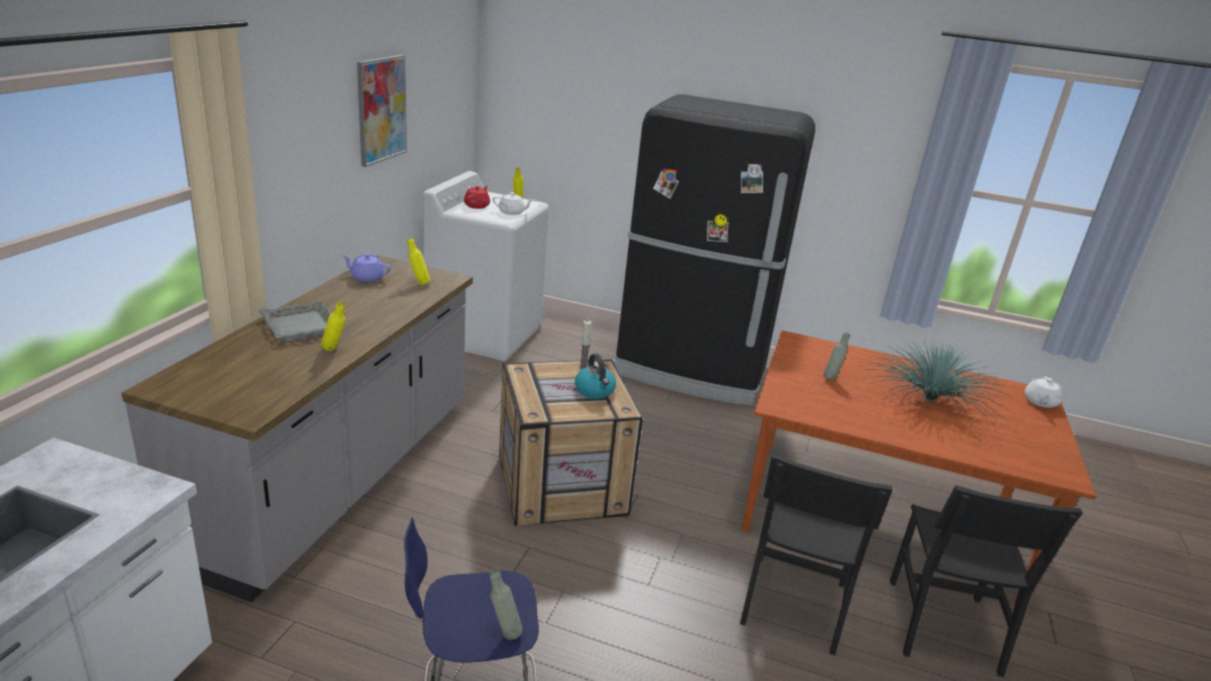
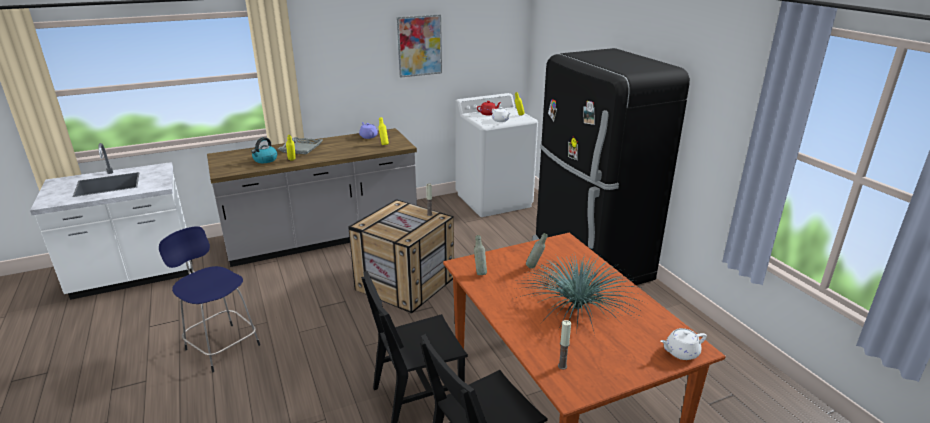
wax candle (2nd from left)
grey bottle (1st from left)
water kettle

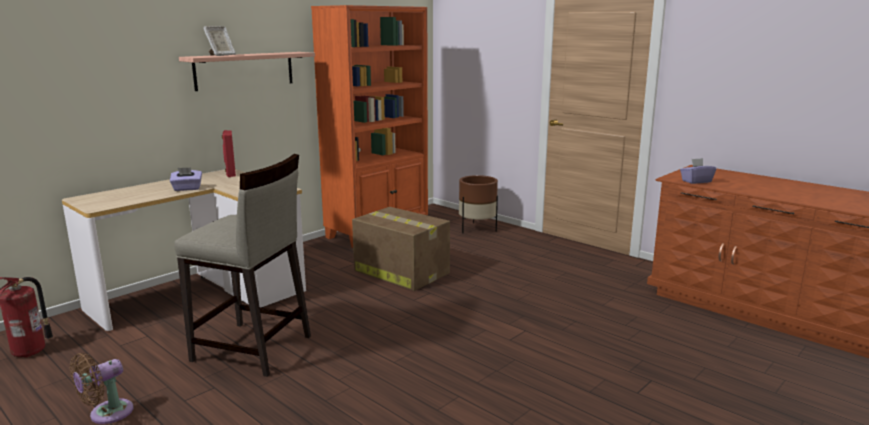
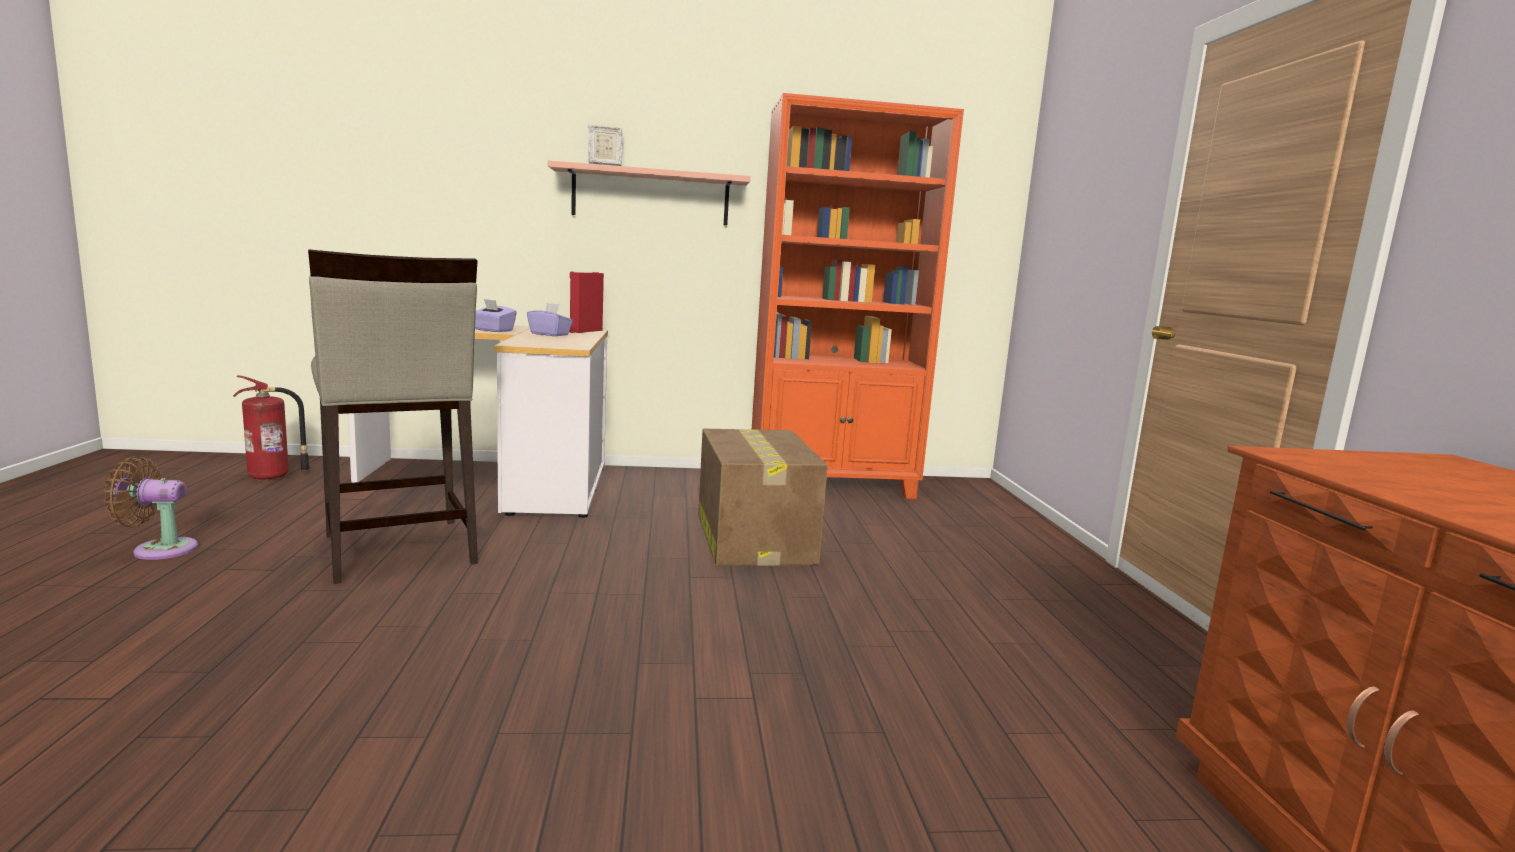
brown flower pot
purple-coloured tissue box (2nd from left)

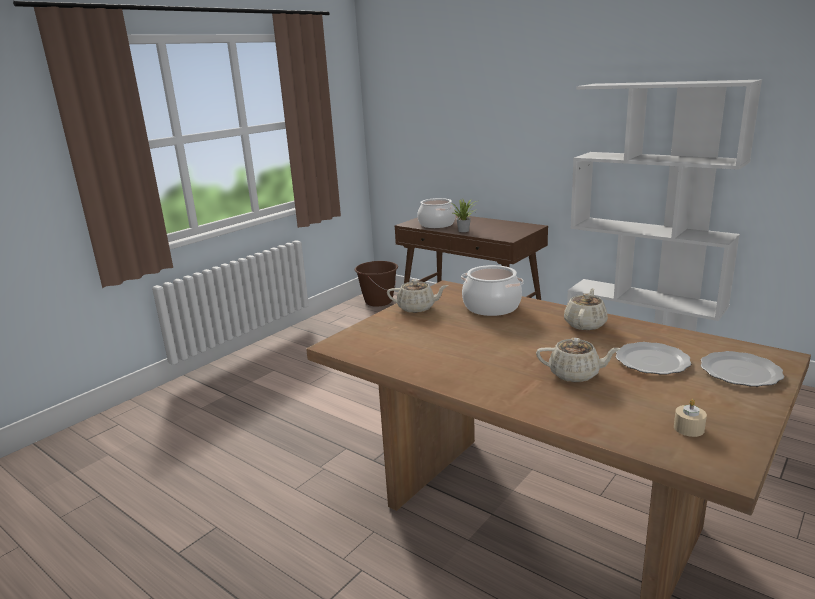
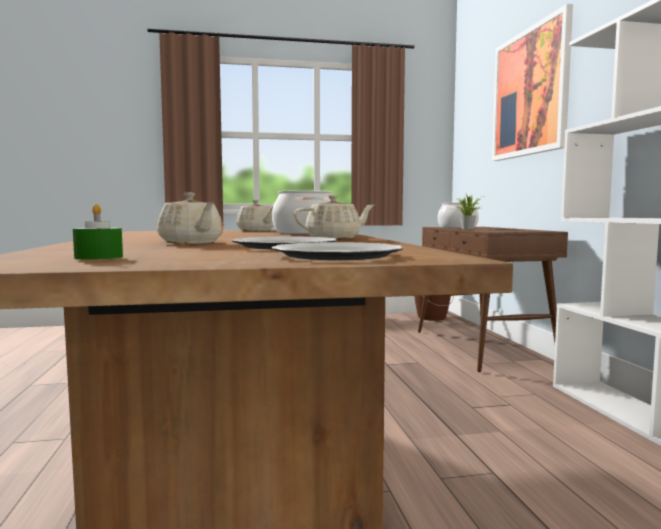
wall picture
greenish wax candle

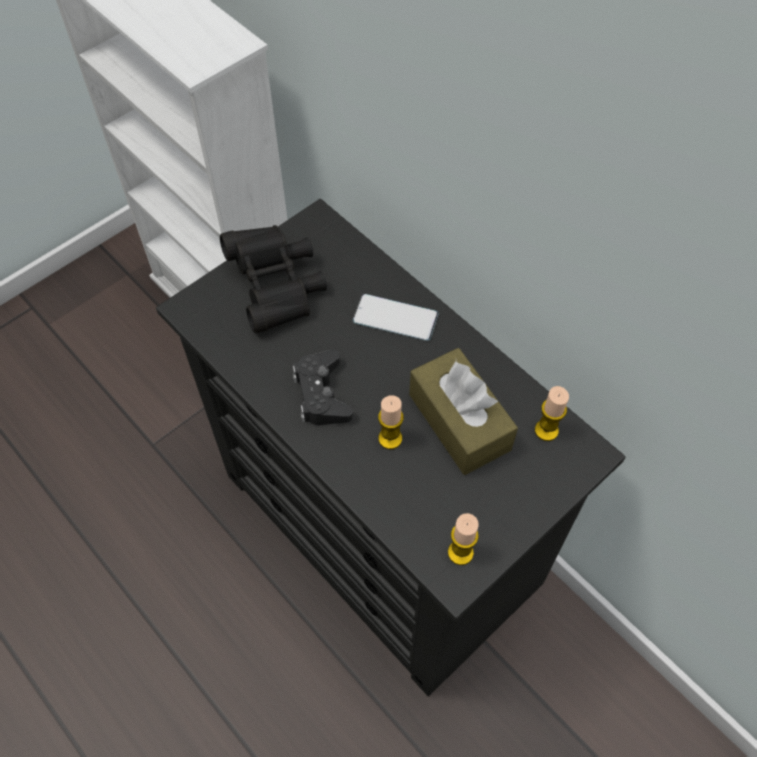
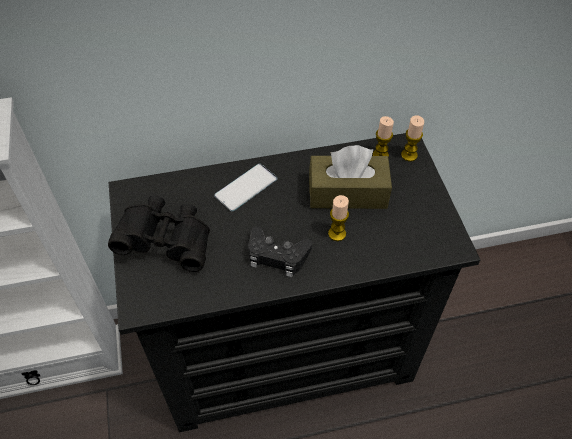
wax candle (3rd from left)

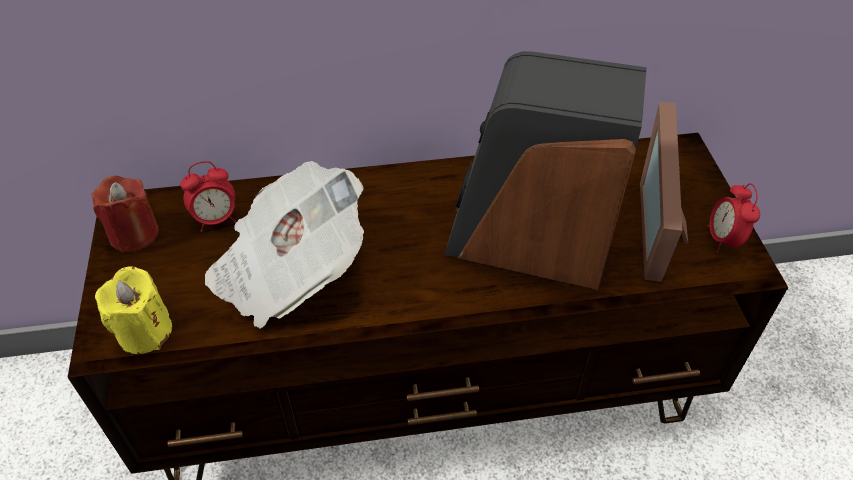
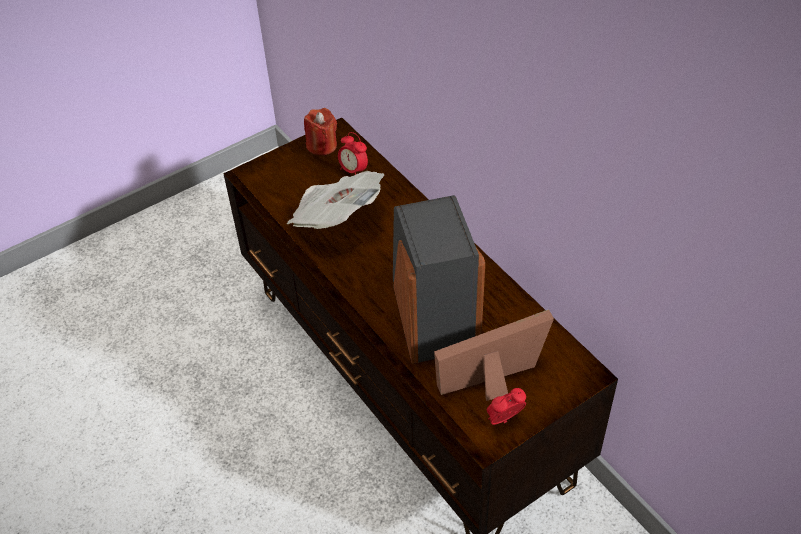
yellow-coloured wax candle

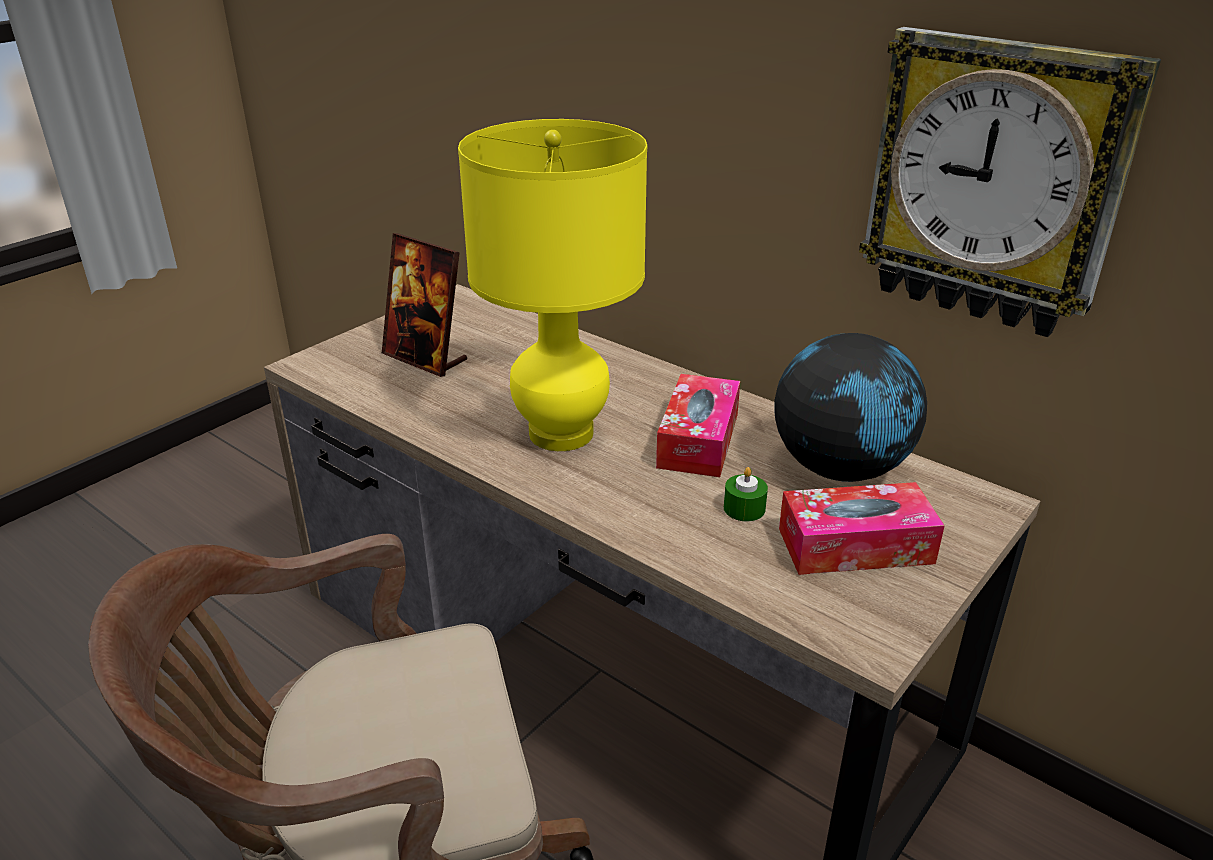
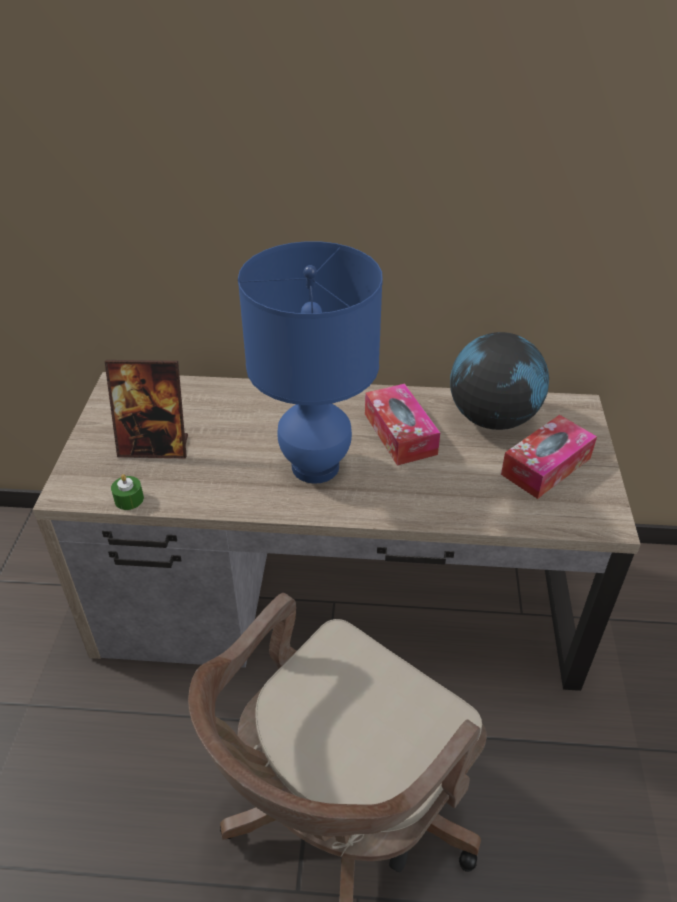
wall clock
greenish wax candle
bluish lamp for a table

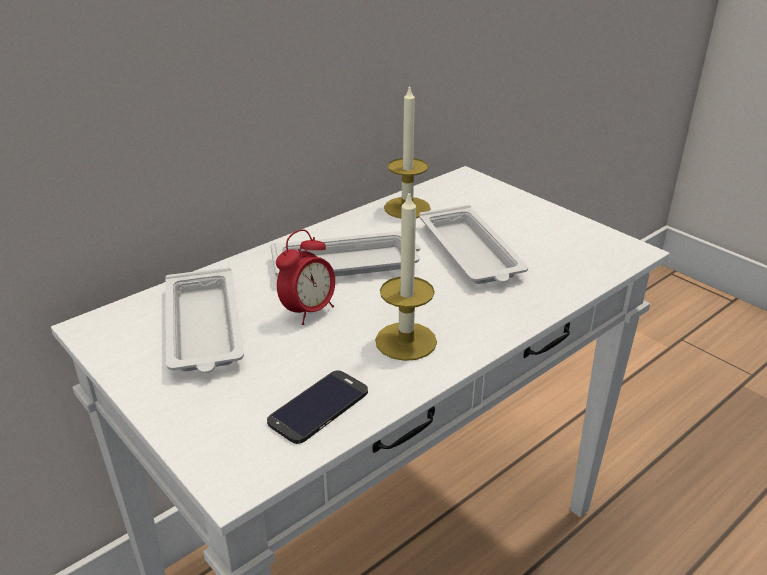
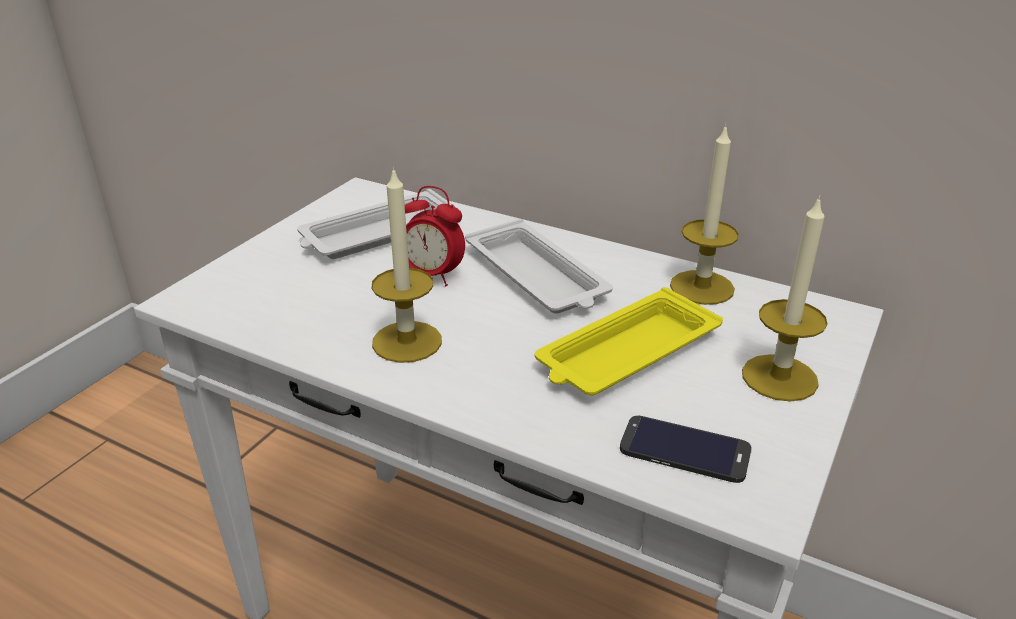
wax candle (3rd from left)
phone
yellow-coloured tray

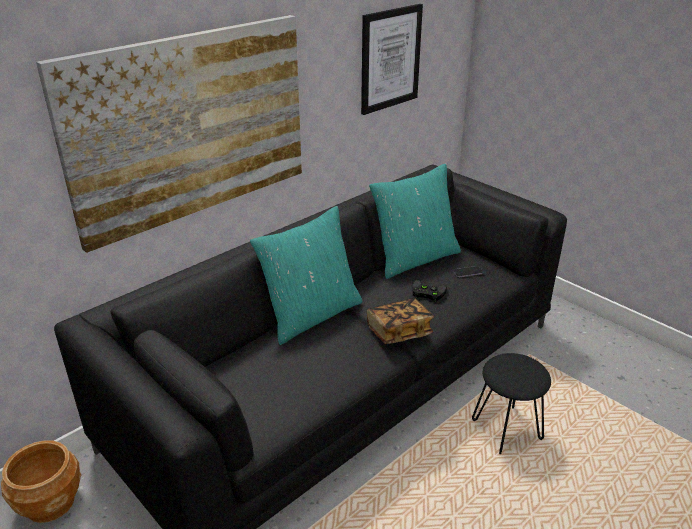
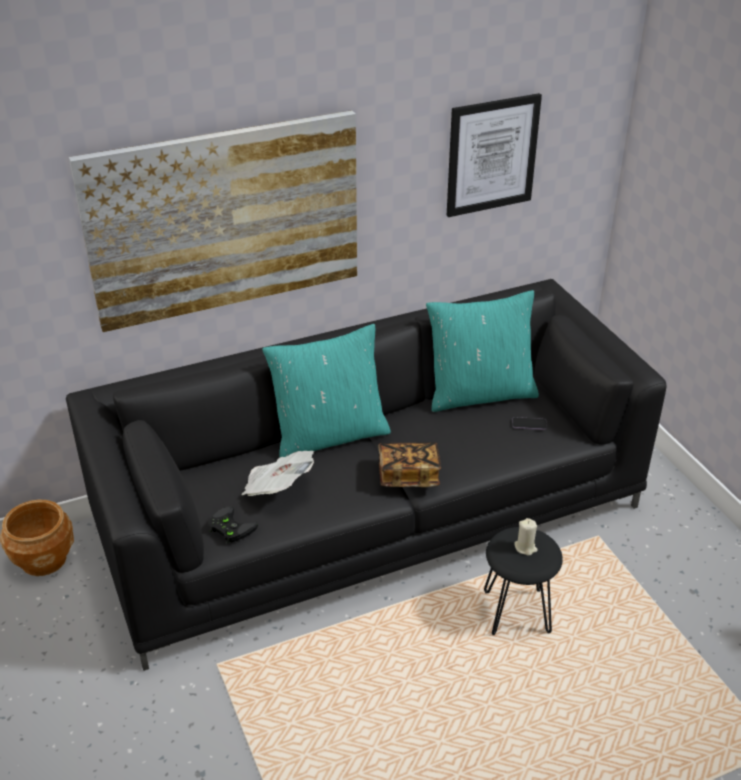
printed paper
sand-coloured wax candle
blackish game controller

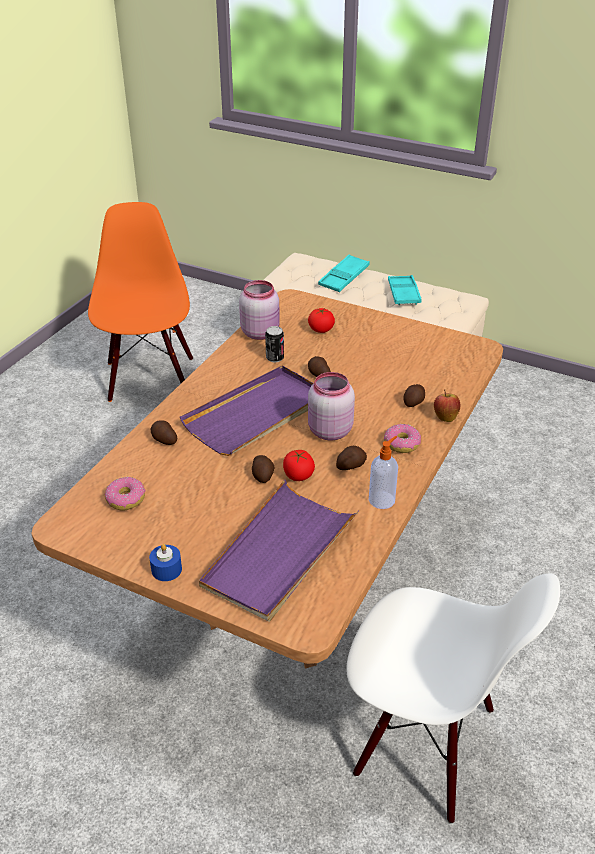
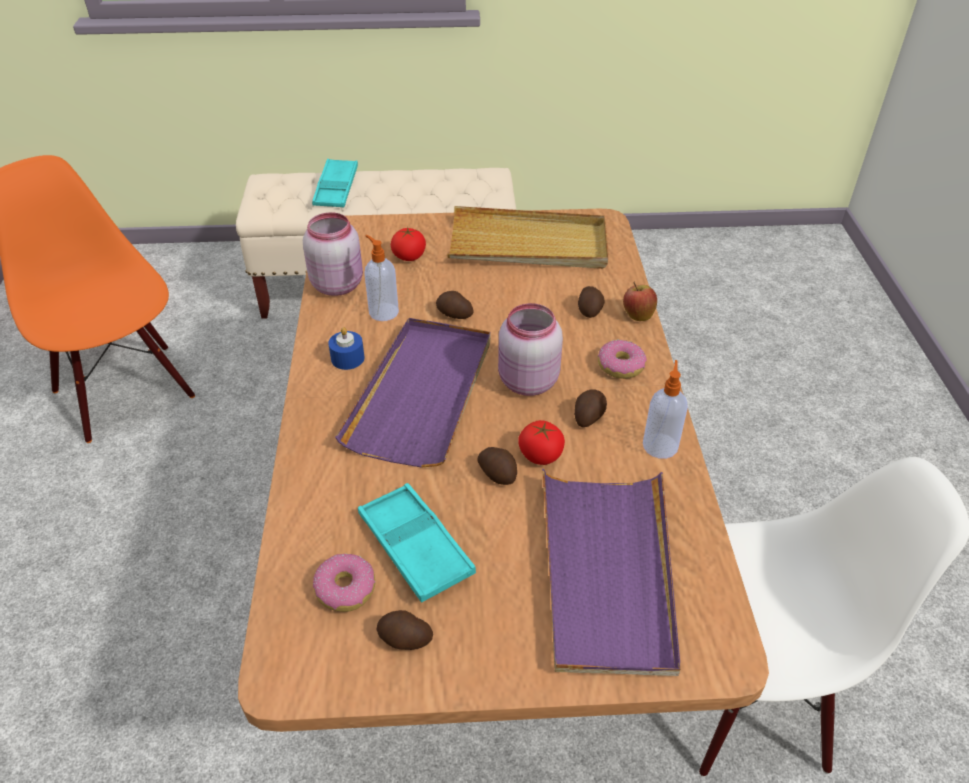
sand-coloured tray
bluish wax candle
potato (1st from left)
blue-green tray (2nd from left)
soap bottle (1st from left)

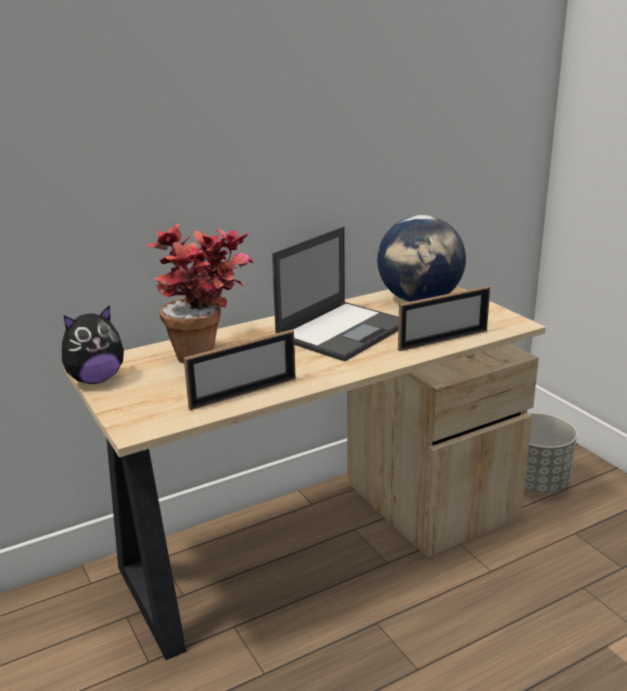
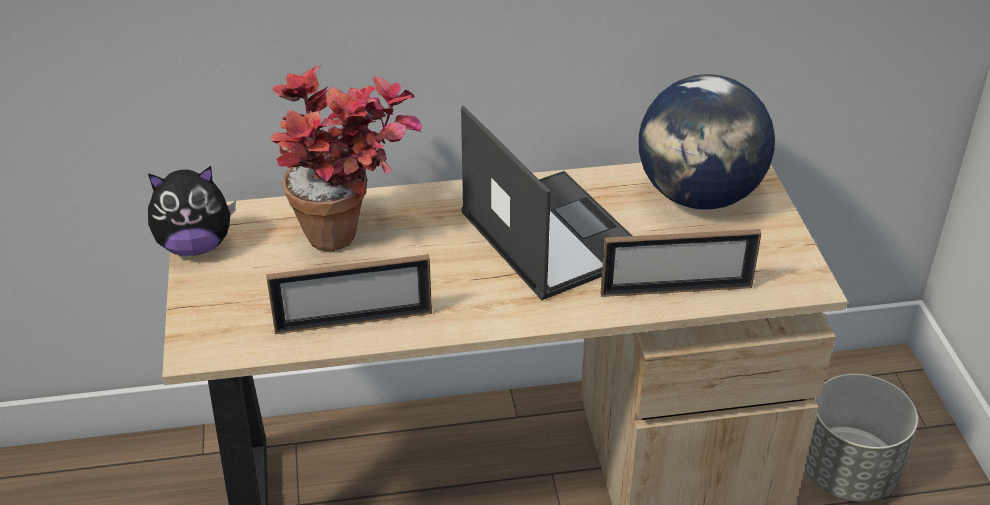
laptop

